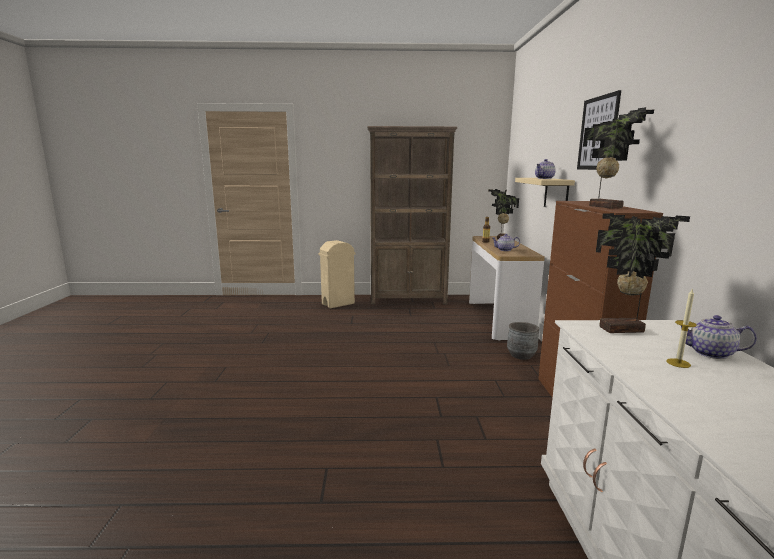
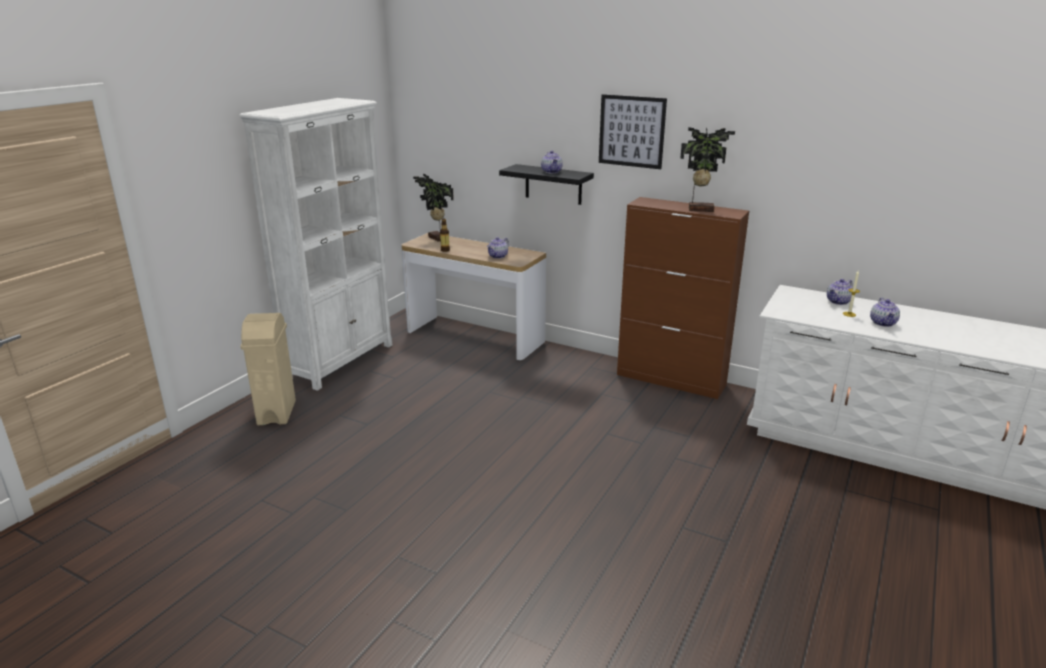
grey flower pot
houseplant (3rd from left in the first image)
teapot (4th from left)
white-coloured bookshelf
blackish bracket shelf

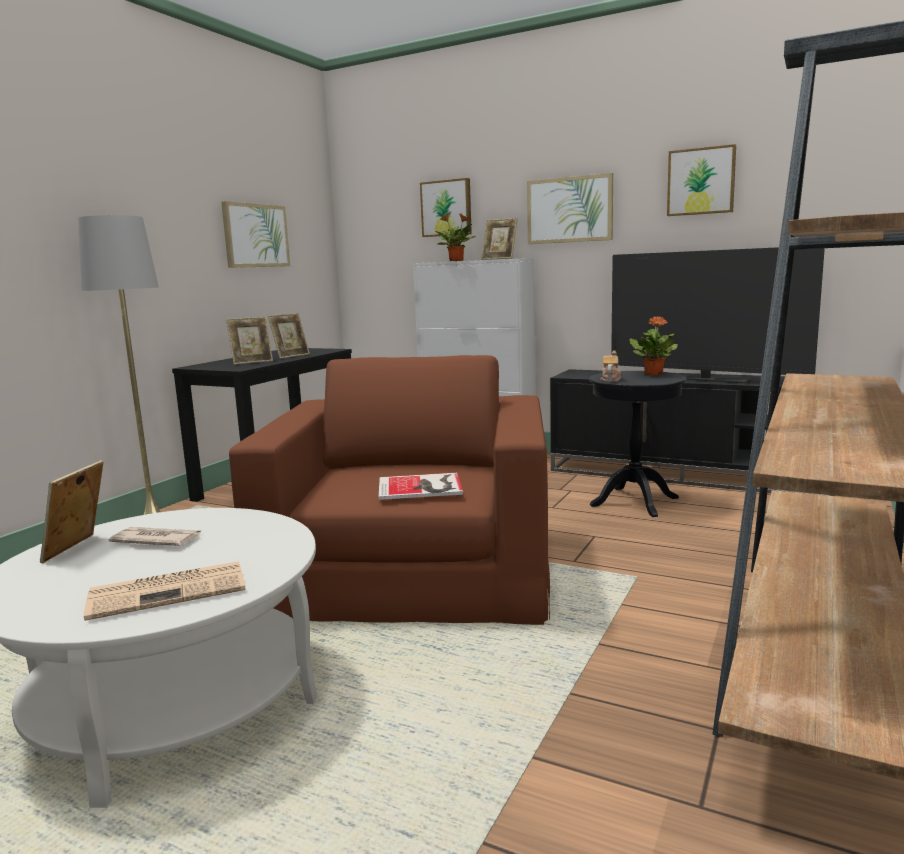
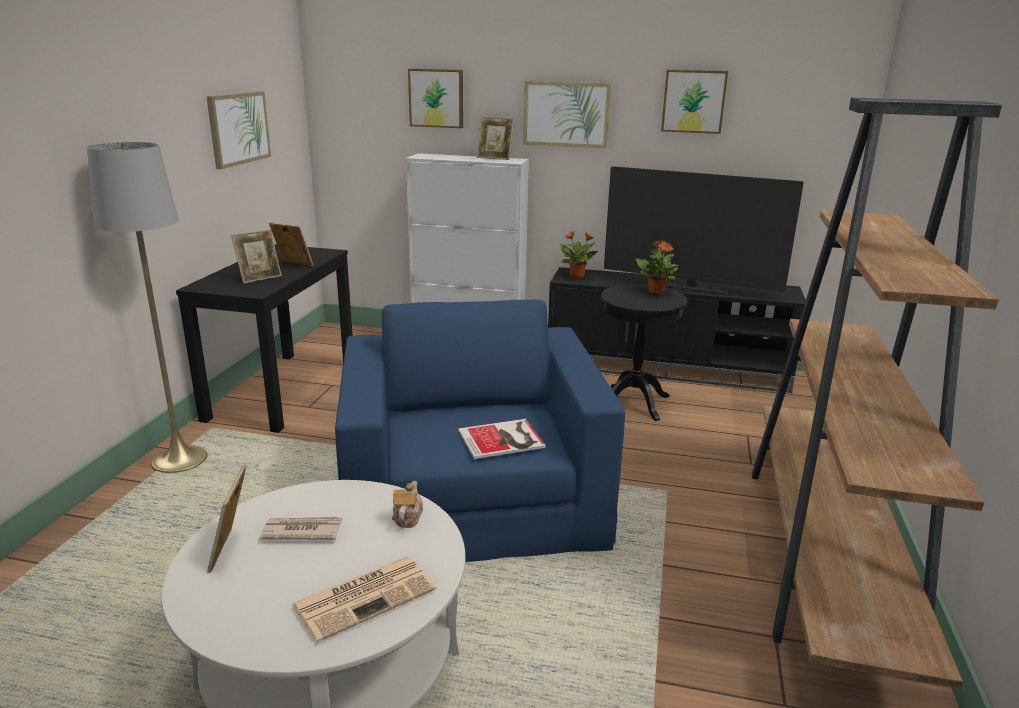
houseplant (1st from left)
teapot
bluish lounge chair
standing frame (3rd from left)

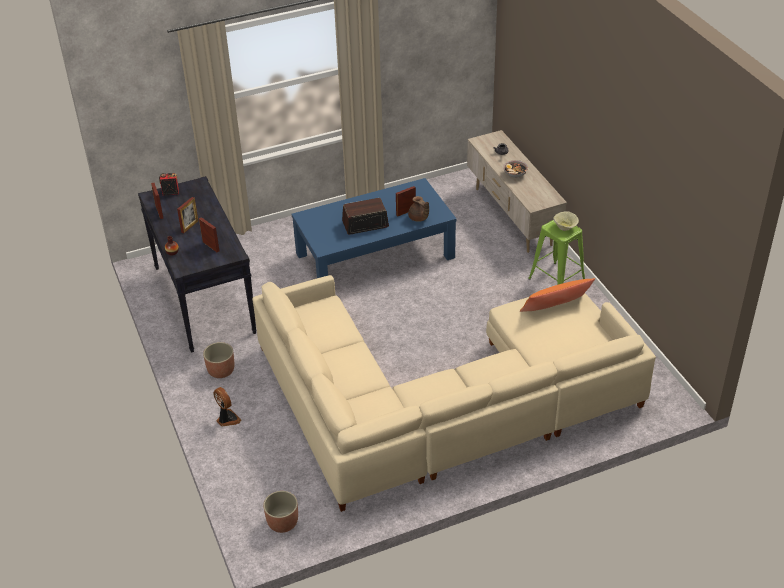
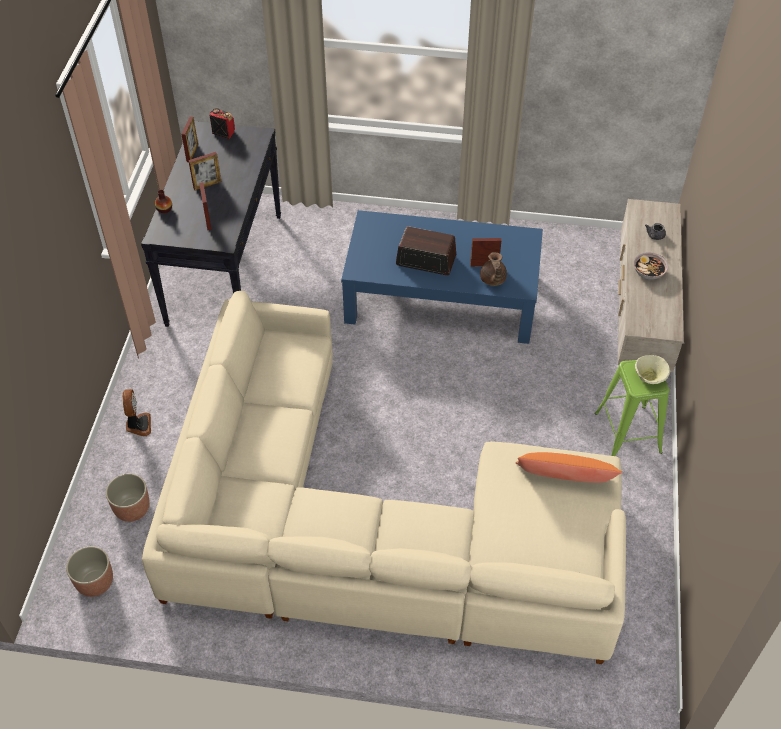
flower pot (2nd from left)

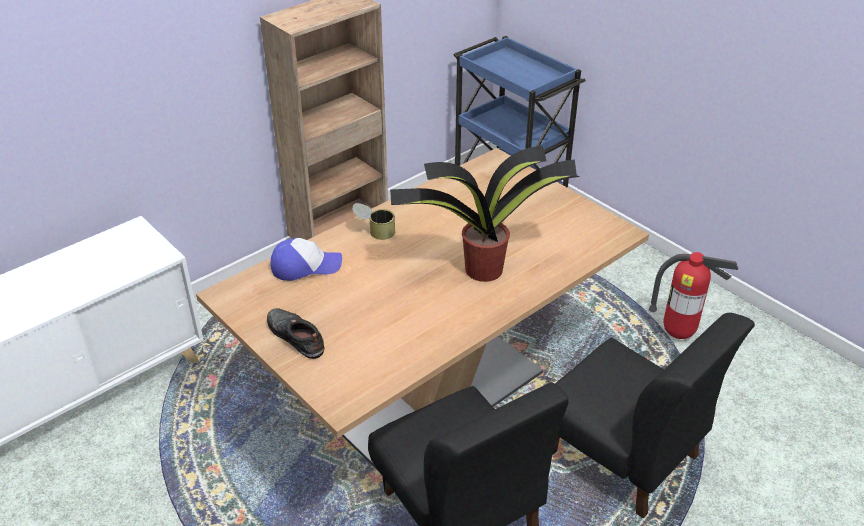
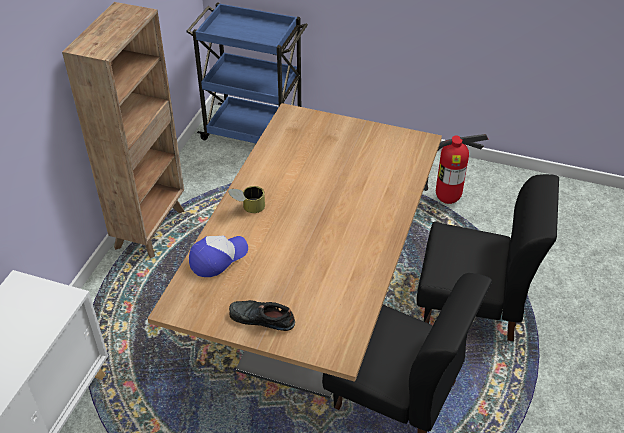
houseplant

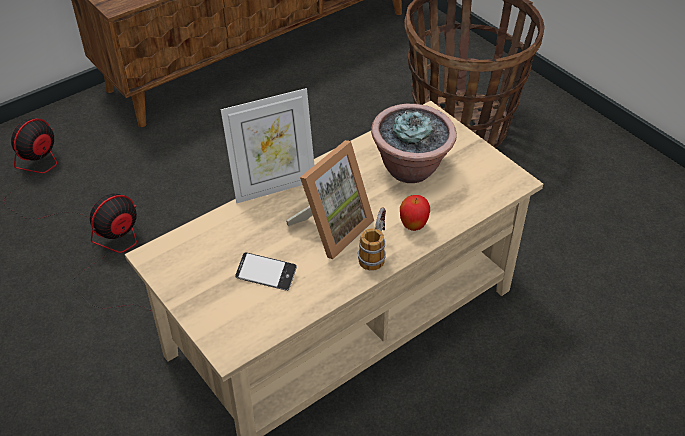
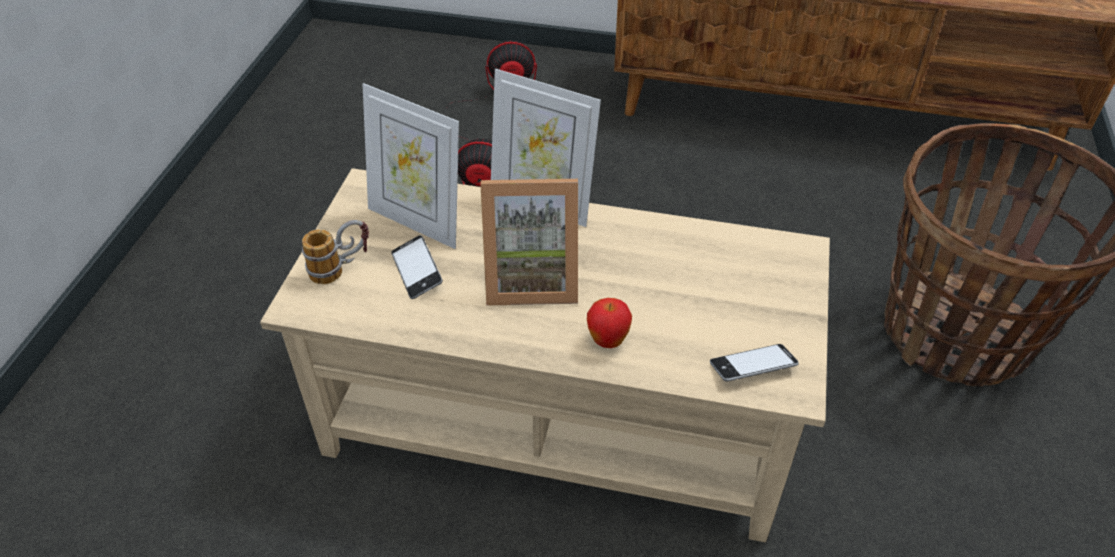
houseplant
standing frame (1st from left)
phone (2nd from left)
mug

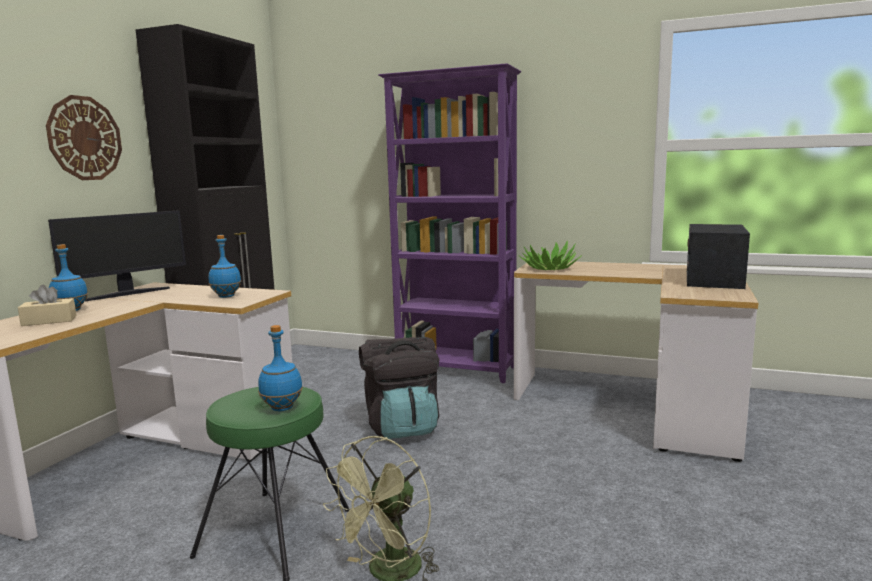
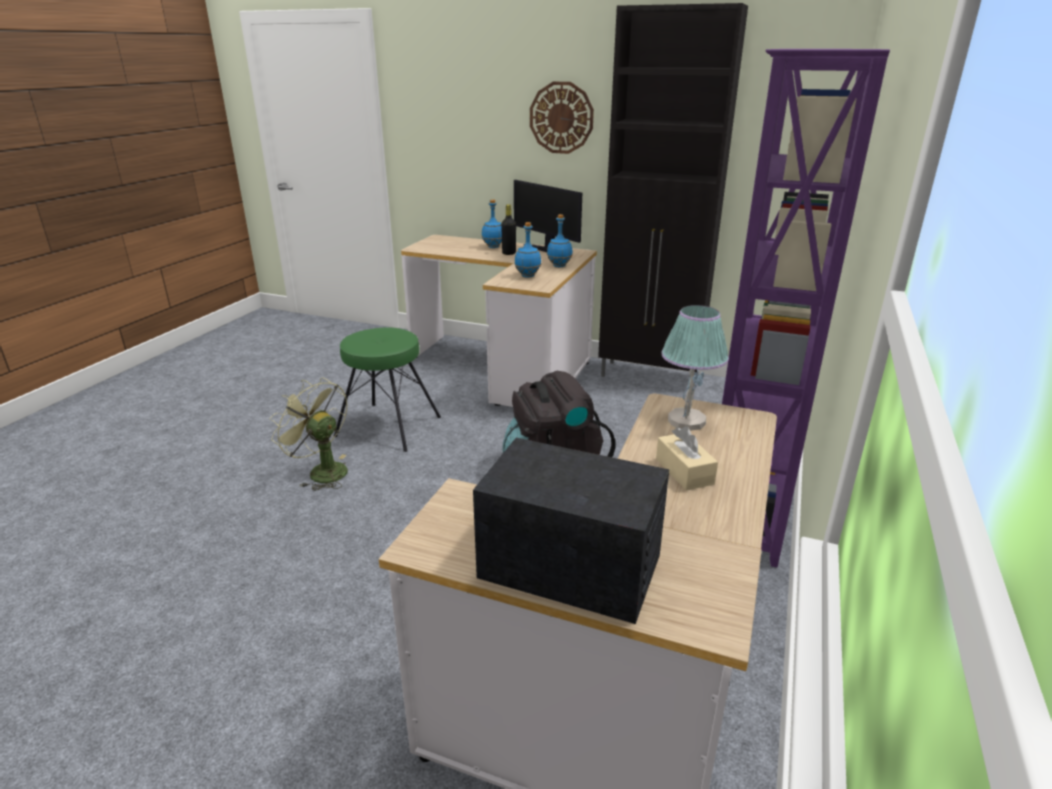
blackish bottle
sand-coloured tissue box
bluish bottle (3rd from left)
lamp for a table

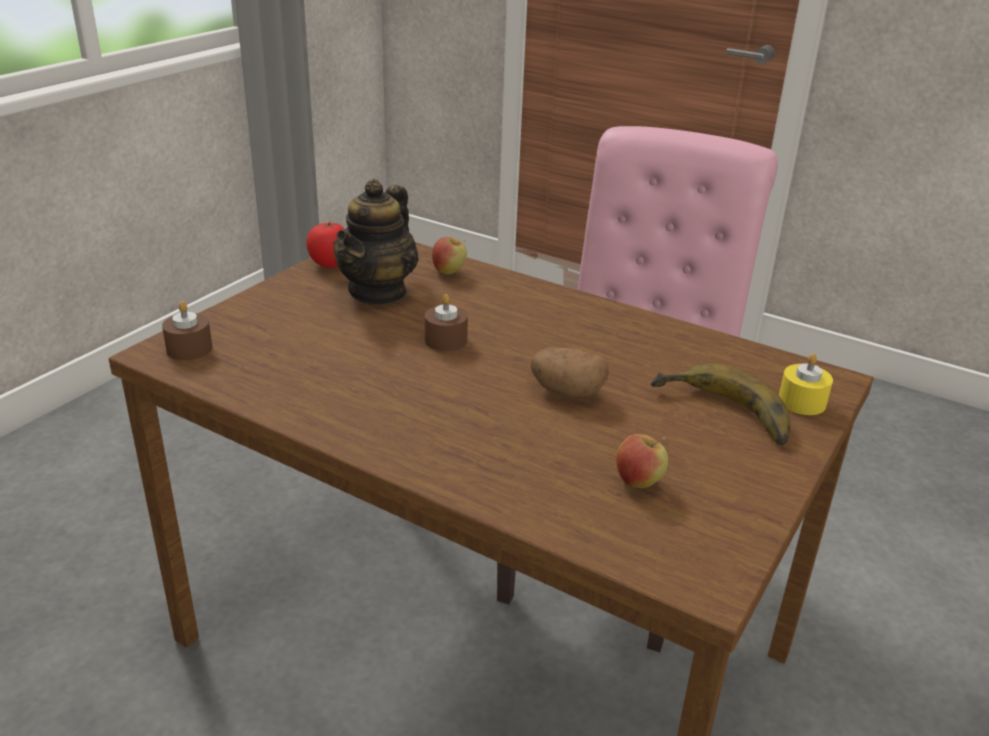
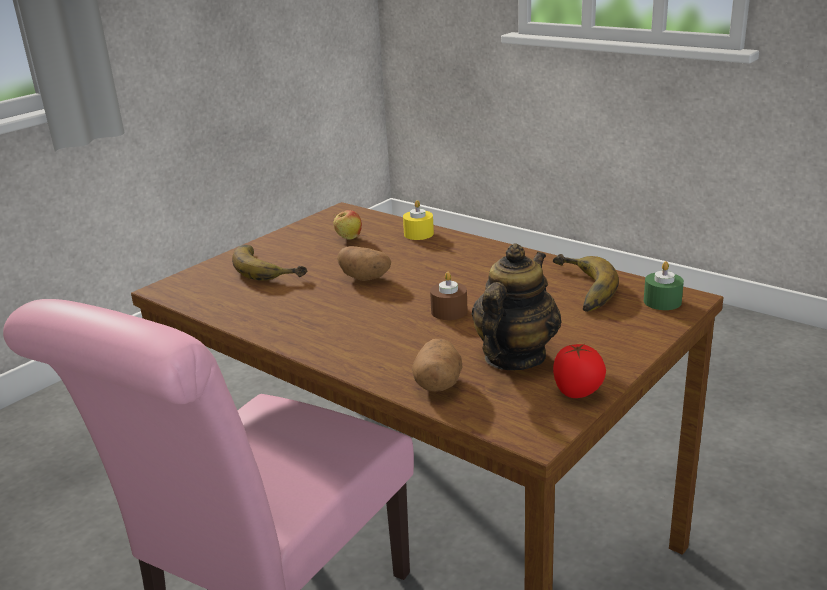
banana (2nd from left)
yellow-coloured wax candle
potato (2nd from left)
greenish wax candle

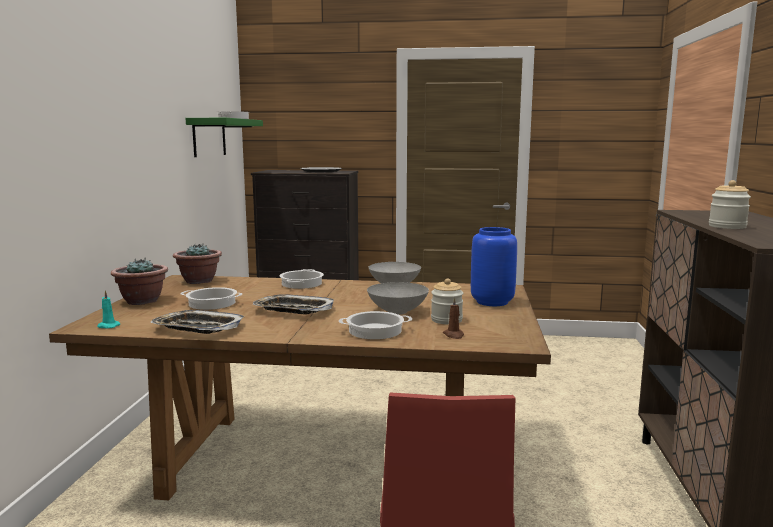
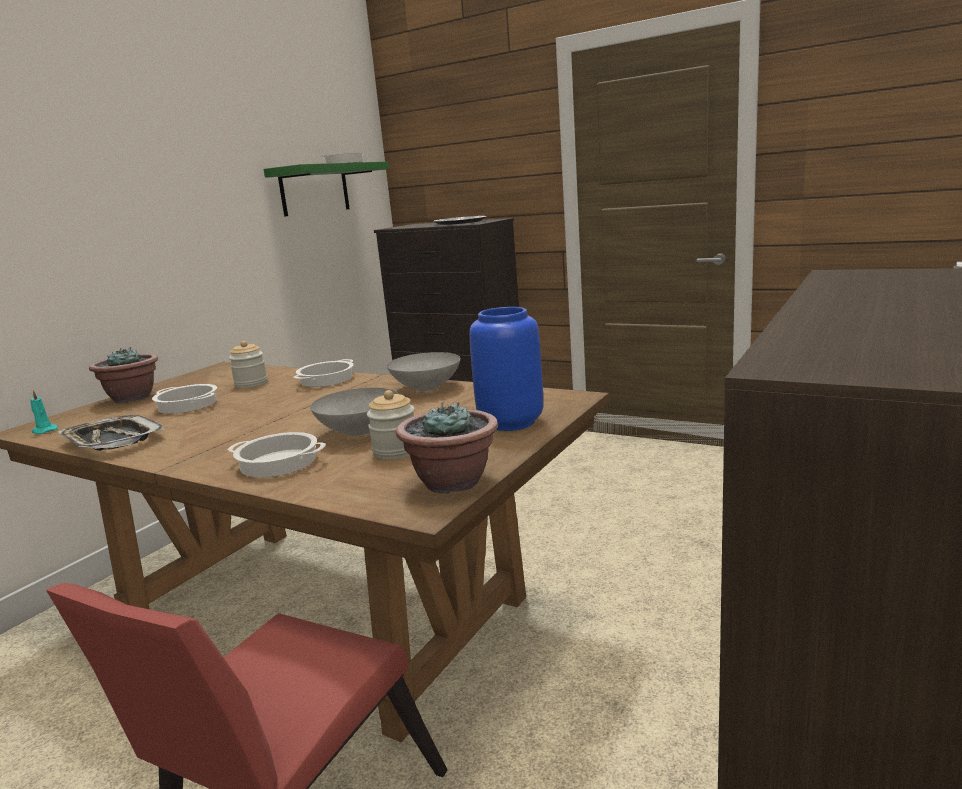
tray (2nd from left in the first image)
brown wax candle
houseplant (2nd from left)
preserve jar (1st from left)

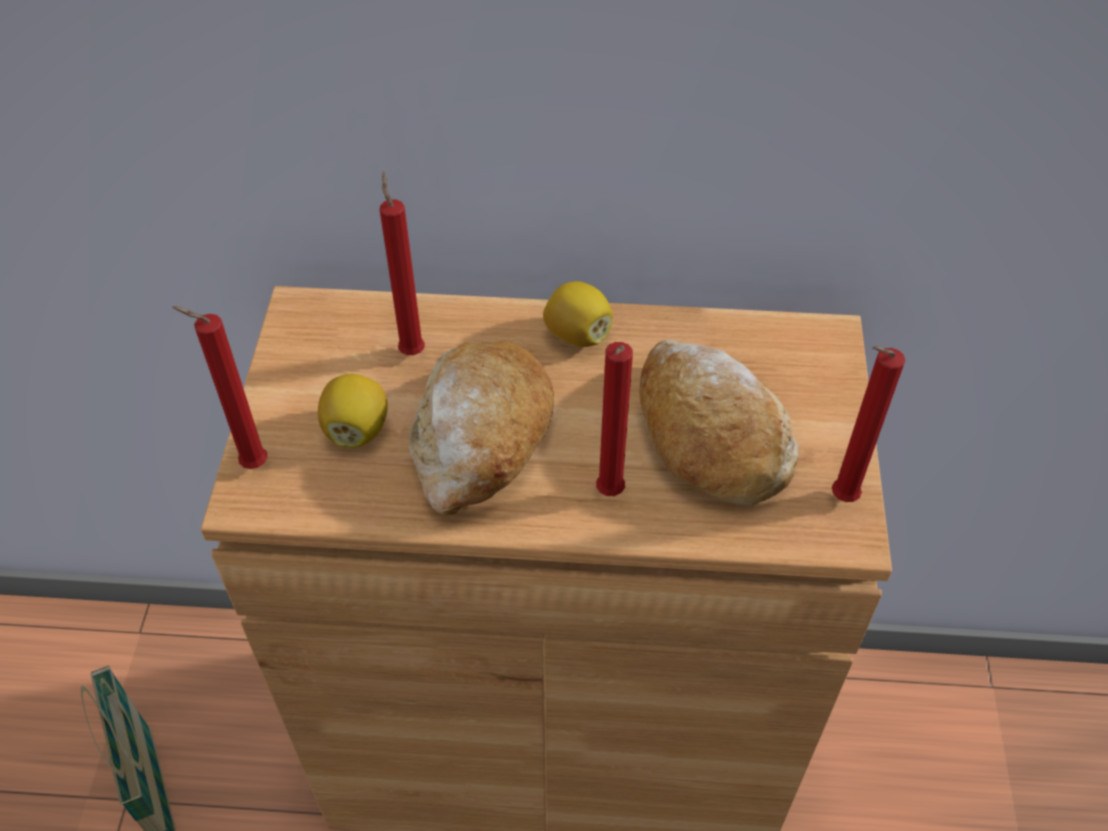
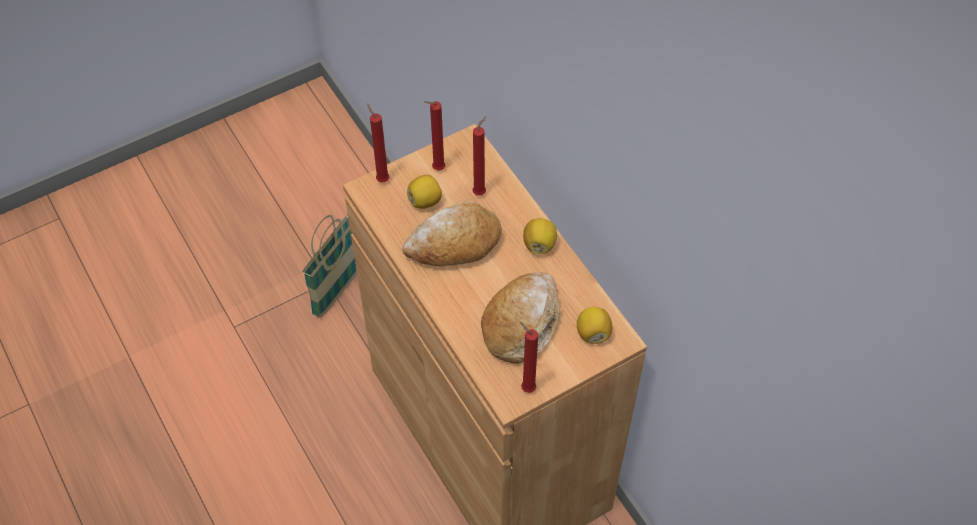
citrus fruit (3rd from left)
red-coloured wax candle (2nd from left)

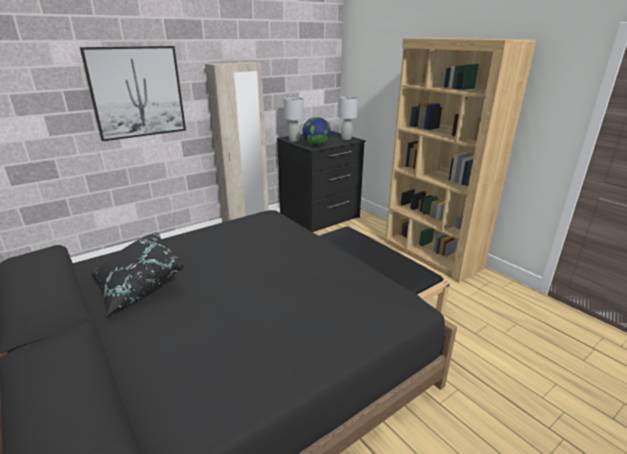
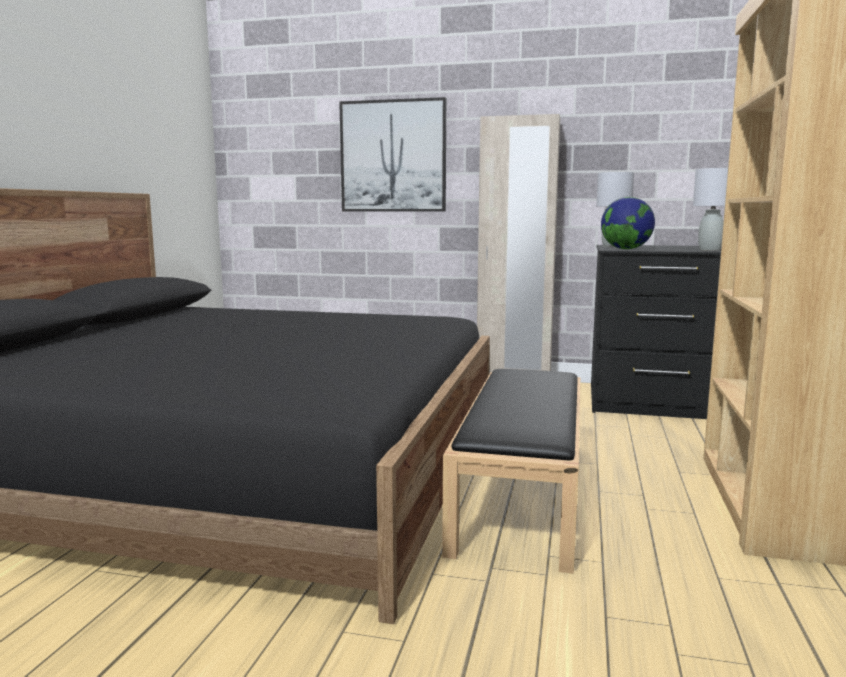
blackish pillow

